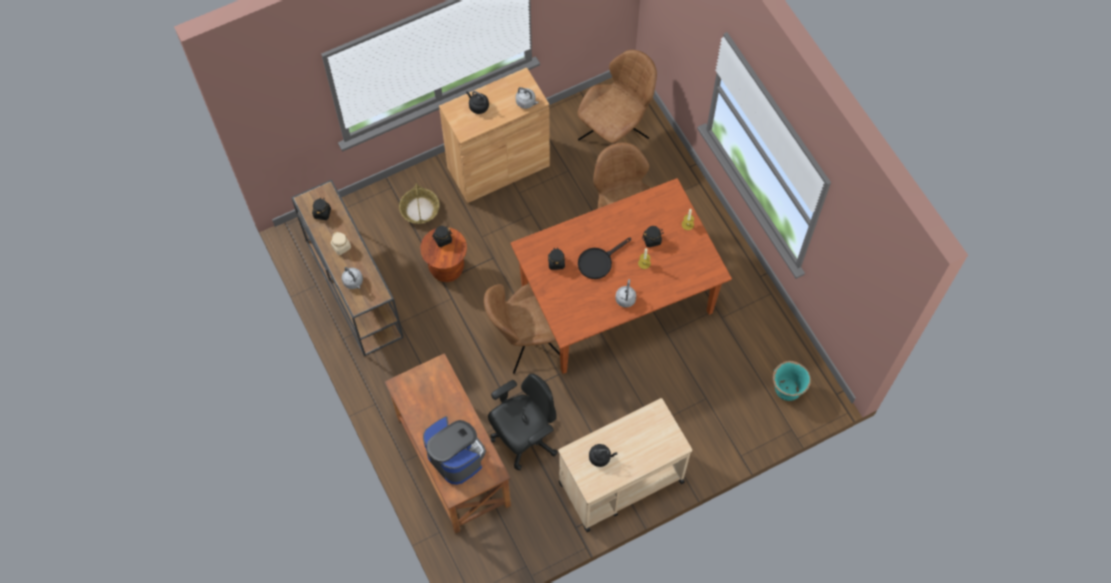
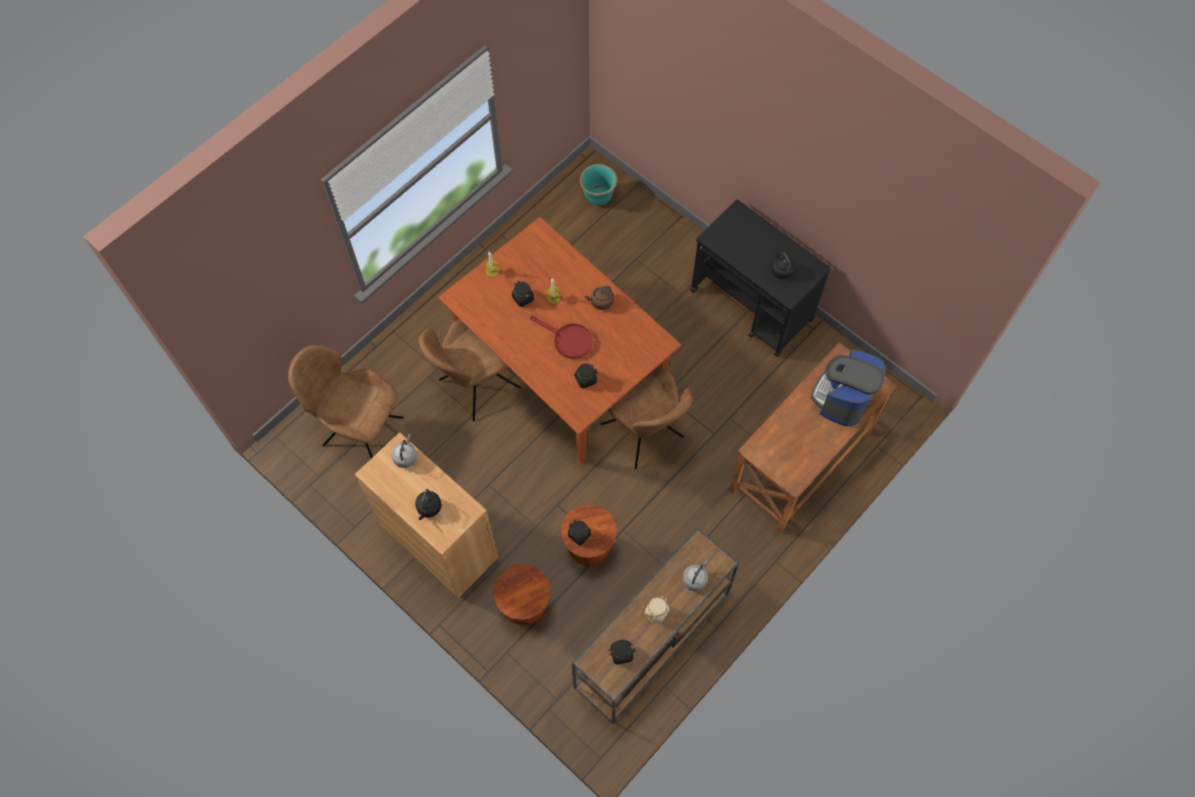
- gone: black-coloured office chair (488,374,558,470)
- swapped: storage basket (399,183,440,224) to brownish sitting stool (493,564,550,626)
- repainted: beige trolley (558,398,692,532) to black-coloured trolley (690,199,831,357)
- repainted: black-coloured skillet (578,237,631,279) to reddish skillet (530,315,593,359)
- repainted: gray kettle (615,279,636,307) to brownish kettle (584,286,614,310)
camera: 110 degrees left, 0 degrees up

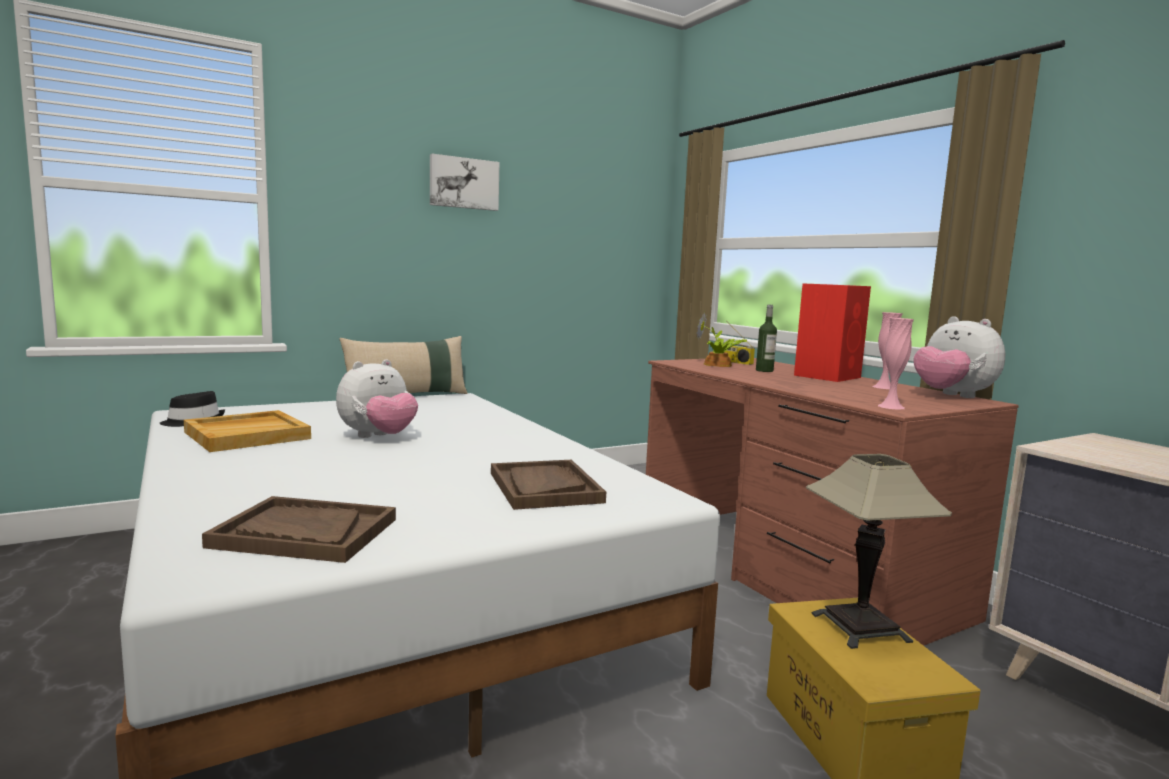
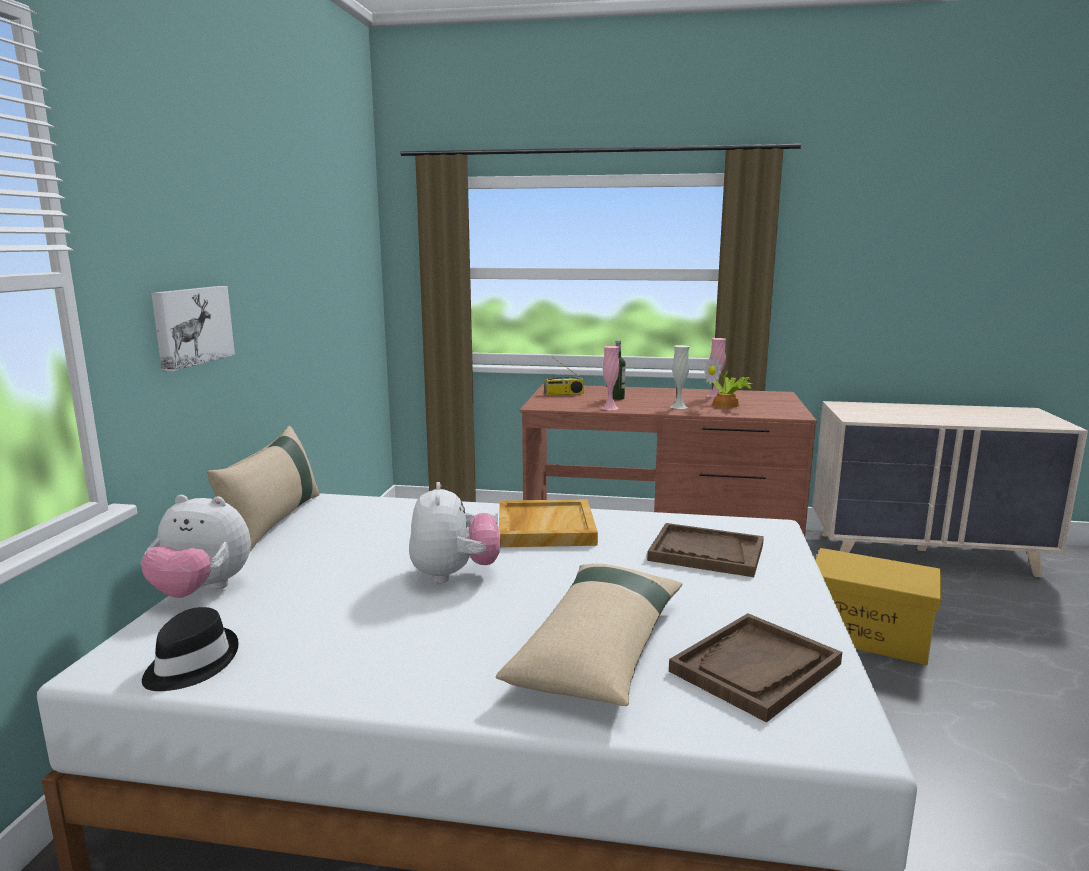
- gone: reddish speaker (794,283,871,382)
- gone: table lamp (806,454,952,649)
- new: beige throw pillow (496,564,682,706)
- new: white vase (670,345,690,409)
- shifted: beige serving tray (184,410,311,452) to (499,499,598,547)
- shifted: wall picture (430,154,500,211) to (151,286,235,372)
- shifted: plant in a pot (696,312,747,367) to (704,356,752,408)
- shifted: pink vase (878,318,914,410) to (601,346,619,410)
- shifted: plush toy (914,316,1005,398) to (141,495,251,598)
camera: 50 degrees left, 5 degrees up

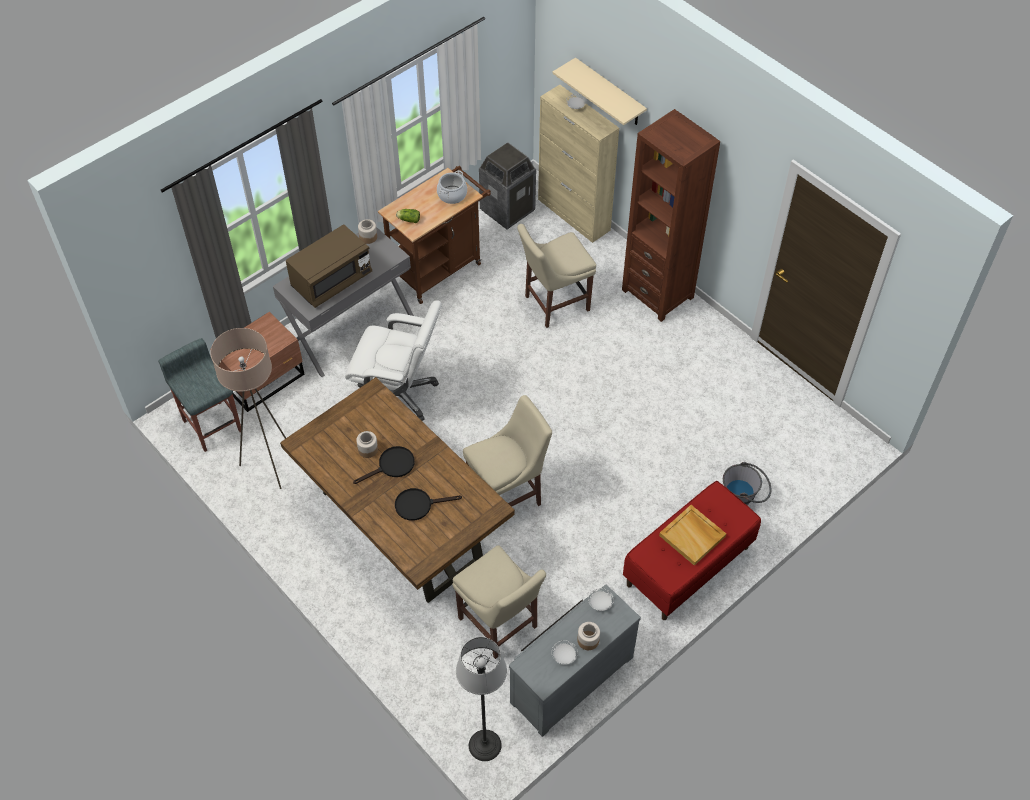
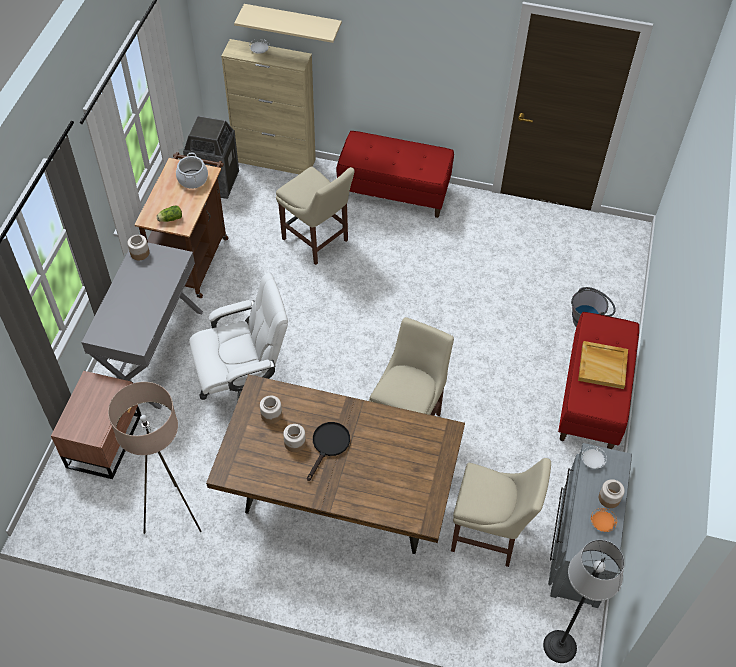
- gone: gray sitting stool (159,338,241,452)
- gone: brownish kitchen microwave (286,224,372,308)
- gone: black-coloured skillet (395,488,462,521)
- new: jar (260,396,282,424)
- swapped: brownish shelving unit (622,109,720,322) to reddish bench (337,131,454,218)
- repainted: white flat dish (552,640,578,665) to orangey flat dish (591,508,617,532)
- rotated: beige chair (517,224,596,328) = (276,166,355,265) 75 degrees counterclockwise
camera: 35 degrees left, 0 degrees up

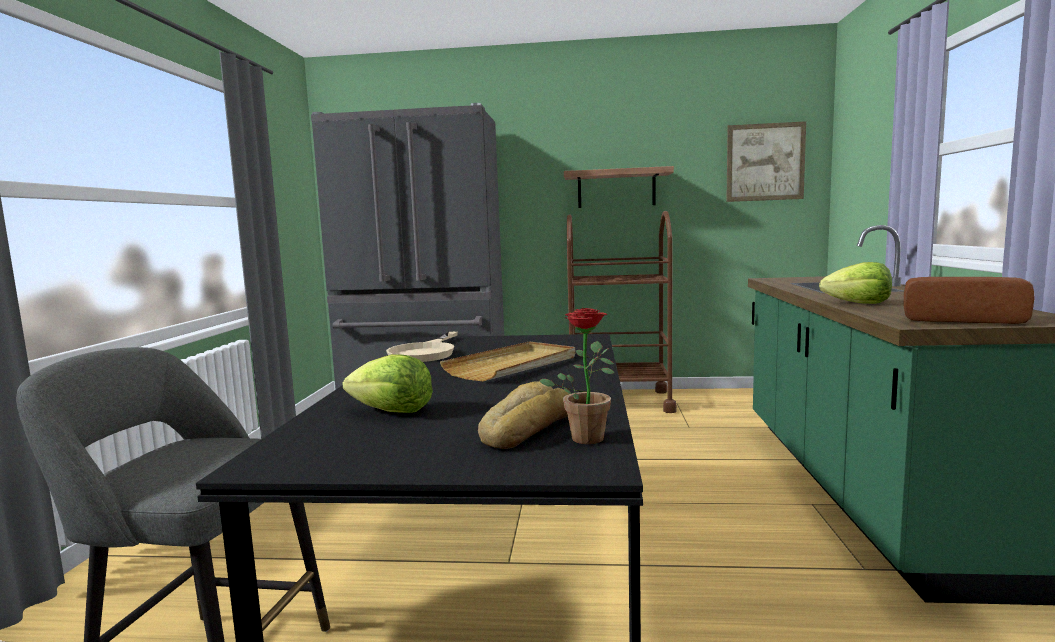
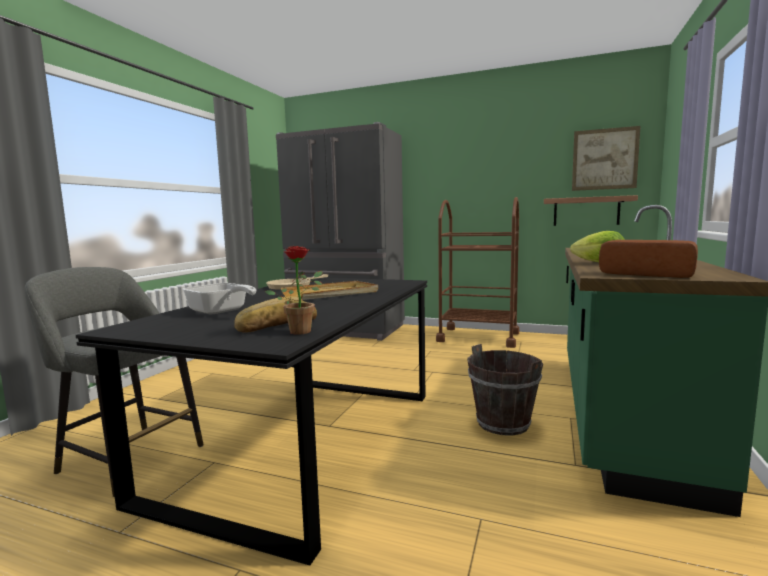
- new: brownish water bucket (467,344,543,436)
- shifted: wall shelf (564,166,674,208) to (544,195,638,226)
- swapped: lettuce head (343,354,433,413) to skillet (182,283,256,314)
camera: 15 degrees right, 0 degrees up

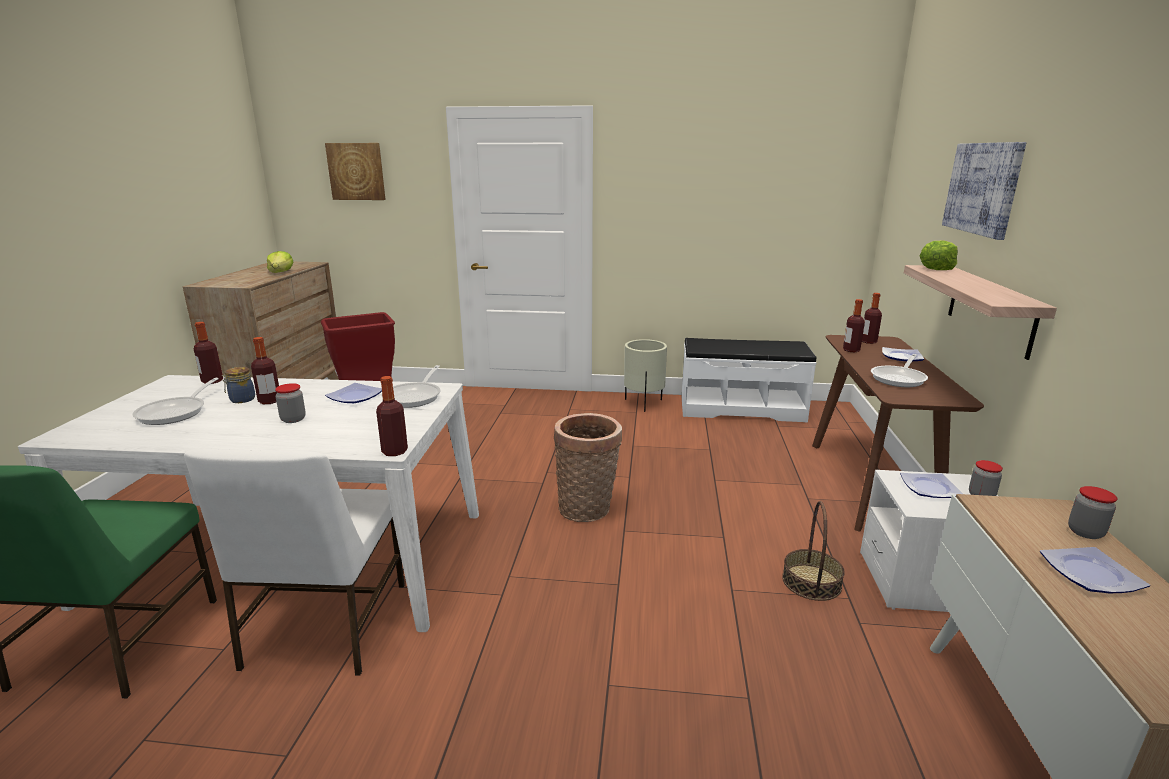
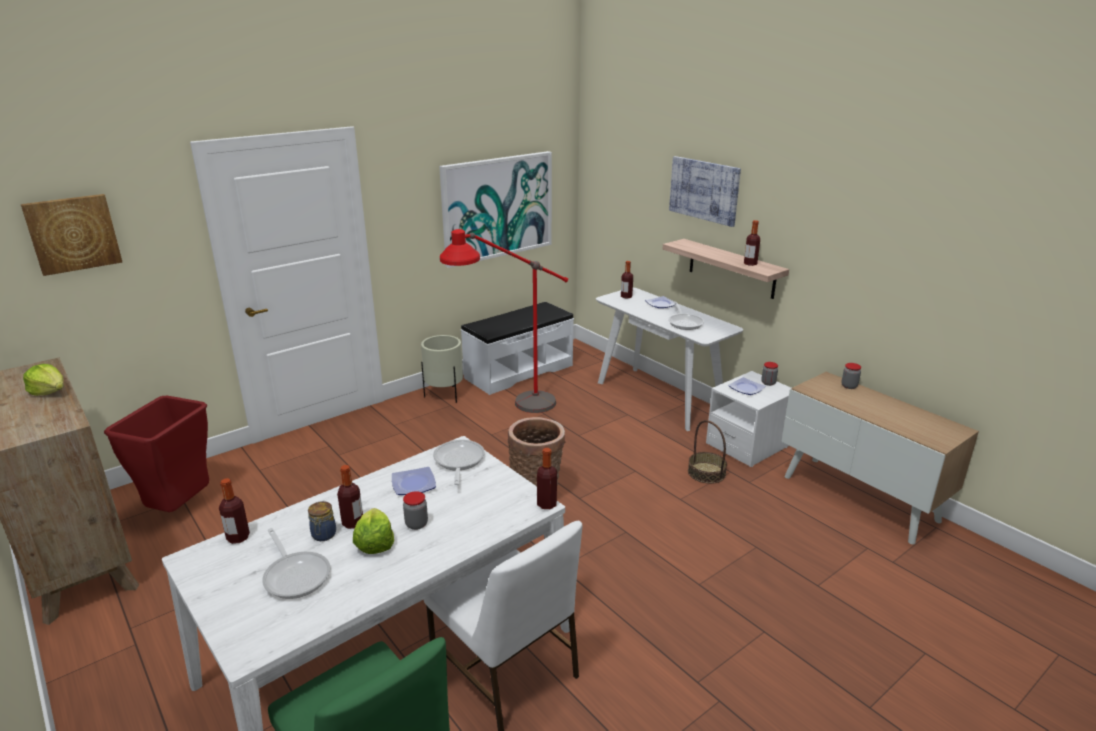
- gone: flat dish (1040,547,1150,593)
- new: wall picture (439,151,552,268)
- new: reddish standing lamp (440,229,568,413)
- shifted: beverage bottle (843,299,865,352) to (744,220,760,266)
- shifted: lettuce head (920,240,958,270) to (353,508,394,554)
- repainted: brownish hall table (812,335,984,532) to white hall table (596,288,743,431)
- rotated: skillet (381,365,441,408) = (433,440,485,485) 150 degrees counterclockwise
camera: 45 degrees left, 5 degrees up

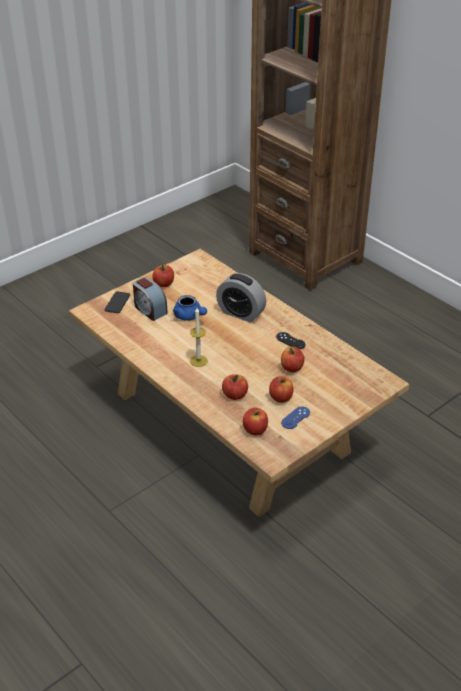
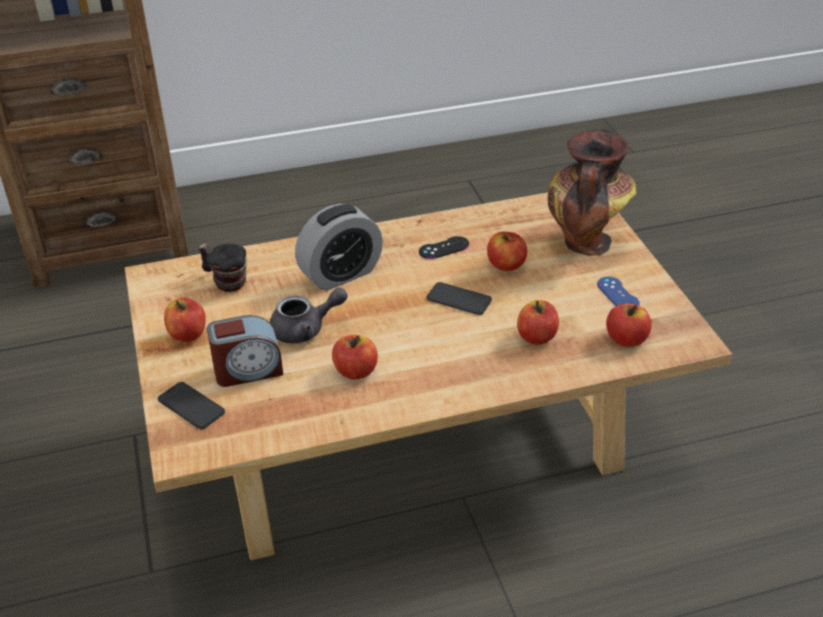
- gone: candle (190,308,208,367)
- new: mug (198,243,247,292)
- new: handset (427,282,492,315)
- new: vase (548,130,636,256)
- shifted: whole apple (269,376,293,403) to (332,335,378,379)
- repainted: blue-coloured pot for tea (173,295,207,321) to gray pot for tea (270,288,348,343)
camera: 65 degrees left, 0 degrees up

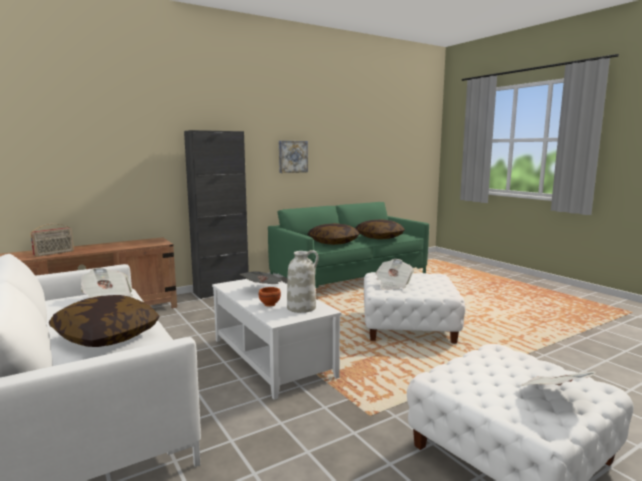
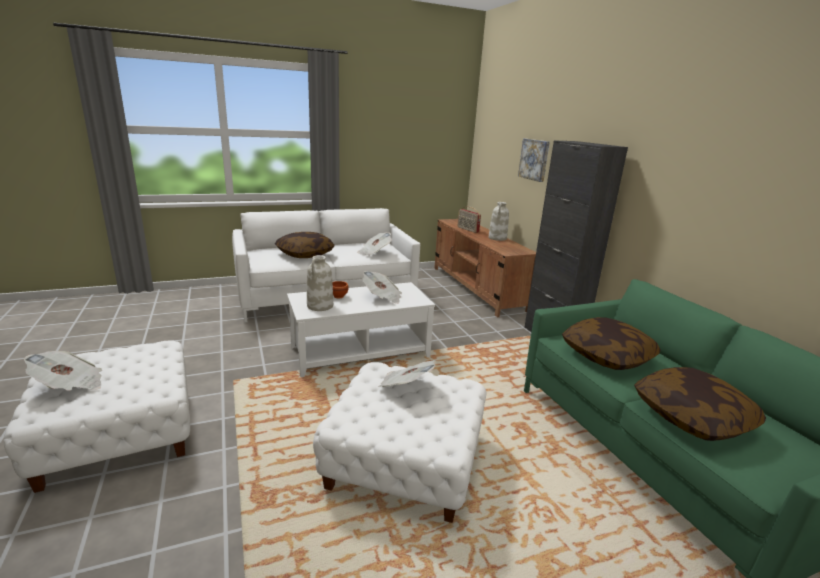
- new: white vase (489,202,509,241)
- shifted: wall picture (279,141,308,173) to (518,139,550,182)
camera: 100 degrees right, 10 degrees up

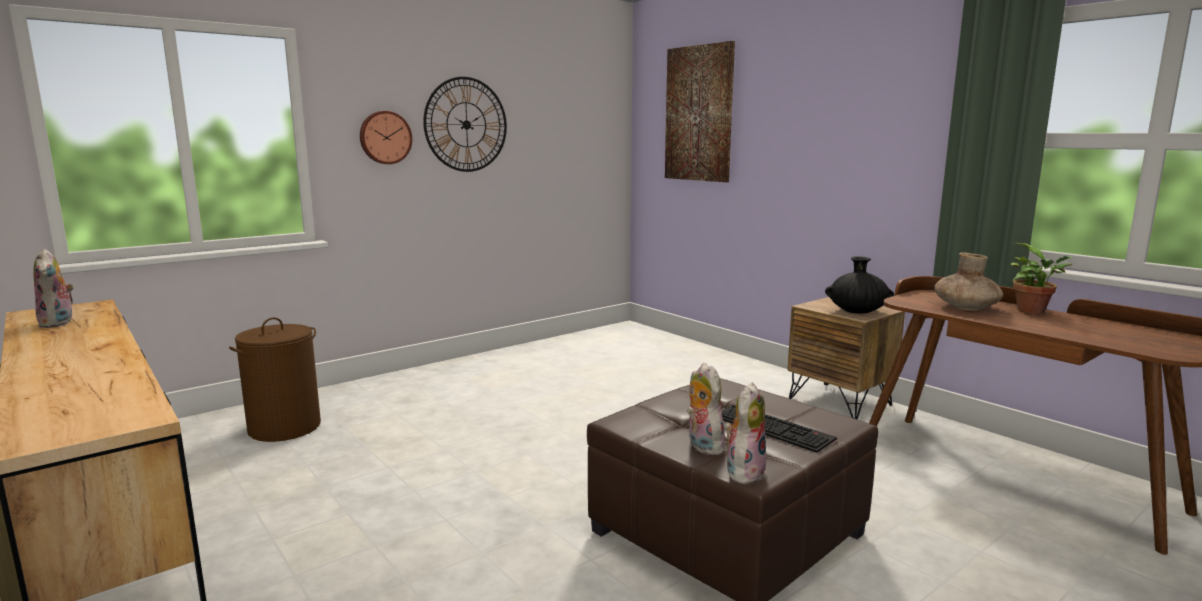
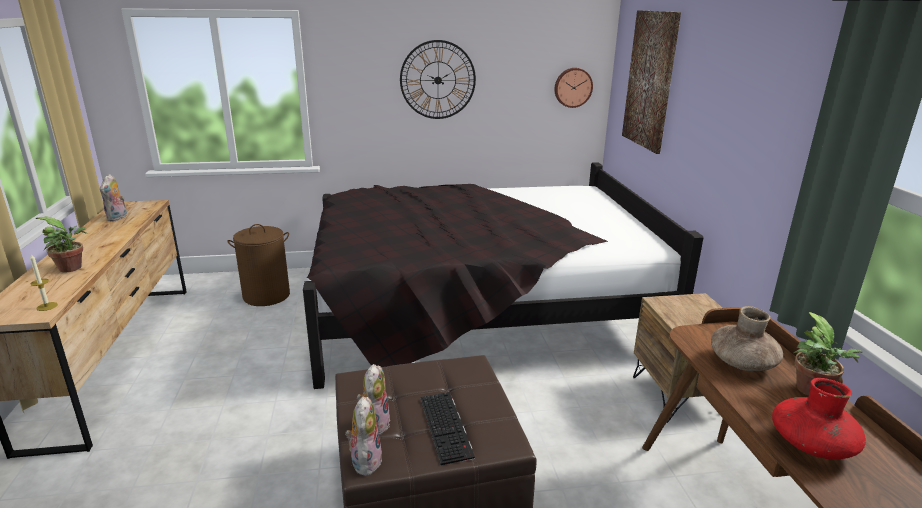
- gone: black-coloured vase (825,256,894,314)
- new: candle (30,254,58,311)
- new: plant in a pot (35,216,87,273)
- new: black-coloured sleeping bed (303,162,704,389)
- new: reddish vase (772,378,866,460)
- shifted: clock on the wall (360,111,412,164) to (554,68,593,108)
- rotated: plush toy (725,383,766,484) = (345,396,382,476) 60 degrees counterclockwise
camera: 30 degrees right, 10 degrees up

